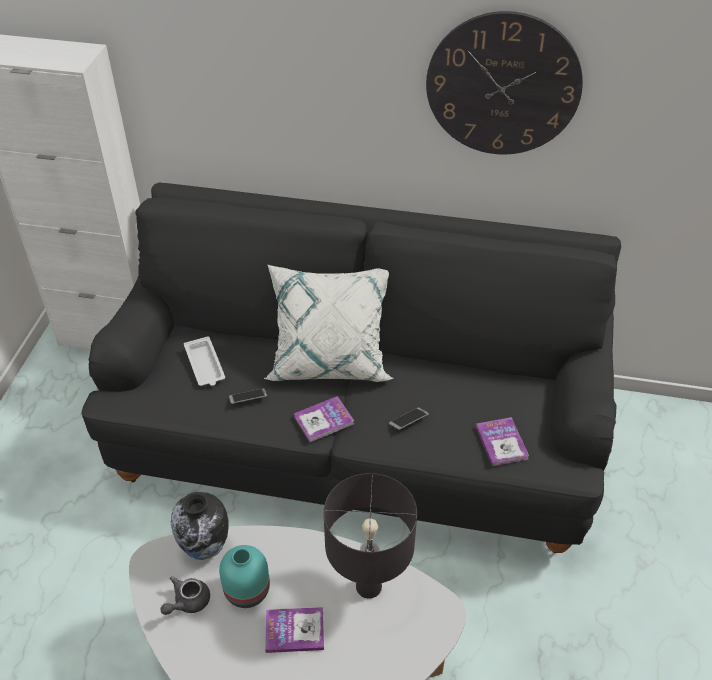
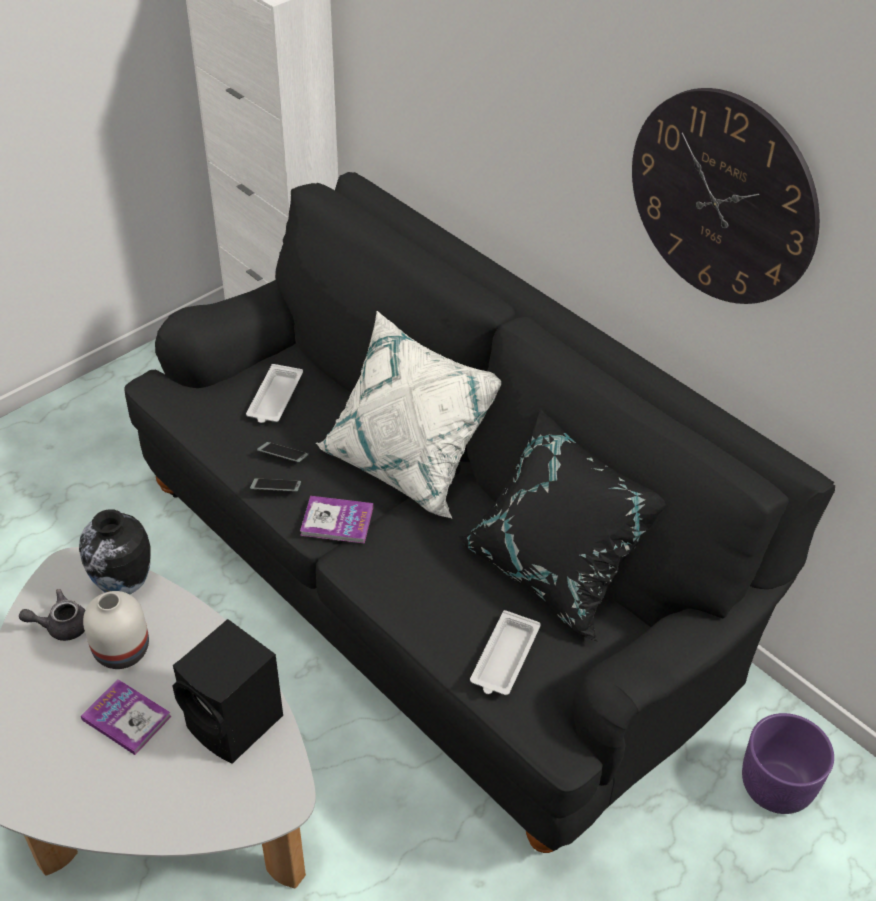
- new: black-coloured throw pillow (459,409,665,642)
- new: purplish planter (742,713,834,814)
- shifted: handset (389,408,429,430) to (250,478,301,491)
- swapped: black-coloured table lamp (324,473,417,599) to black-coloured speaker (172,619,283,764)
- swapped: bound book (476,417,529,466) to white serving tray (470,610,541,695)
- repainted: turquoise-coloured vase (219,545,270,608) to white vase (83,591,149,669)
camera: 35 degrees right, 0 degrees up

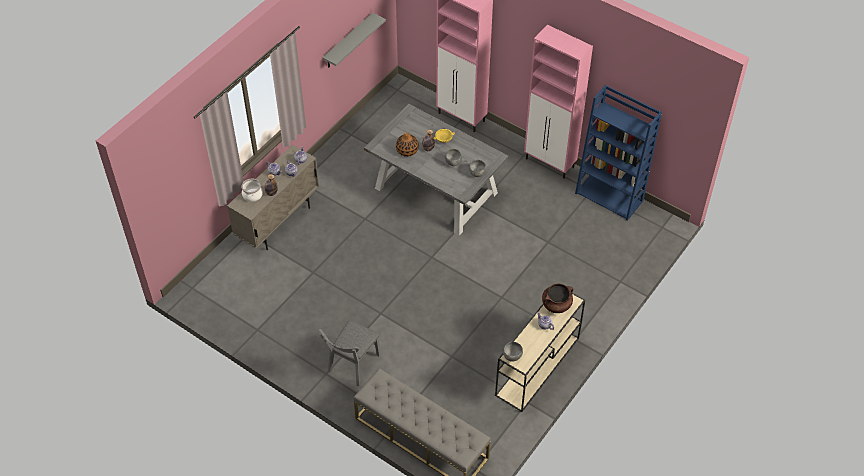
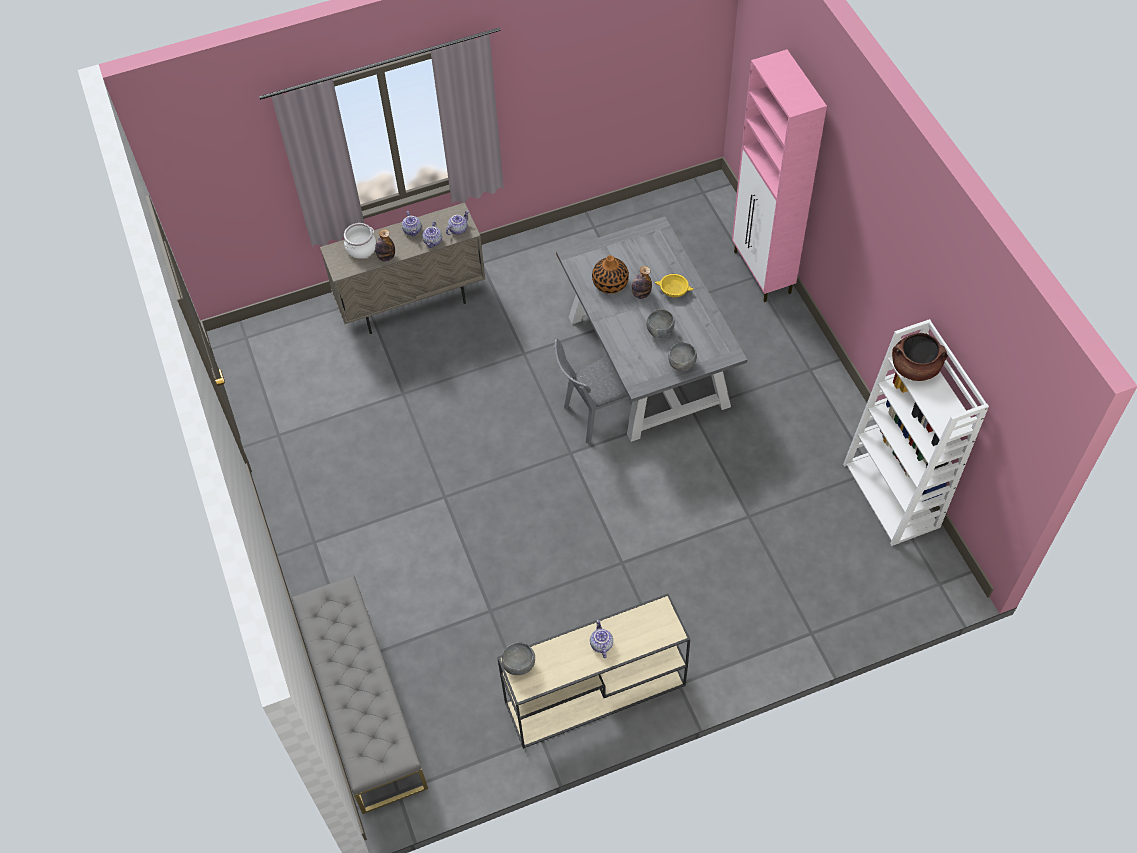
- gone: gray wall shelf (323,12,386,68)
- gone: pink cabinet (524,25,593,179)
- shifted: gray chair (319,320,381,386) to (554,339,629,444)
- shifted: brownish cooking pot (542,284,573,313) to (892,333,948,381)
- repainted: blue-coloured shelving unit (575,85,662,221) to white shelving unit (843,319,989,546)
camera: 35 degrees right, 5 degrees up

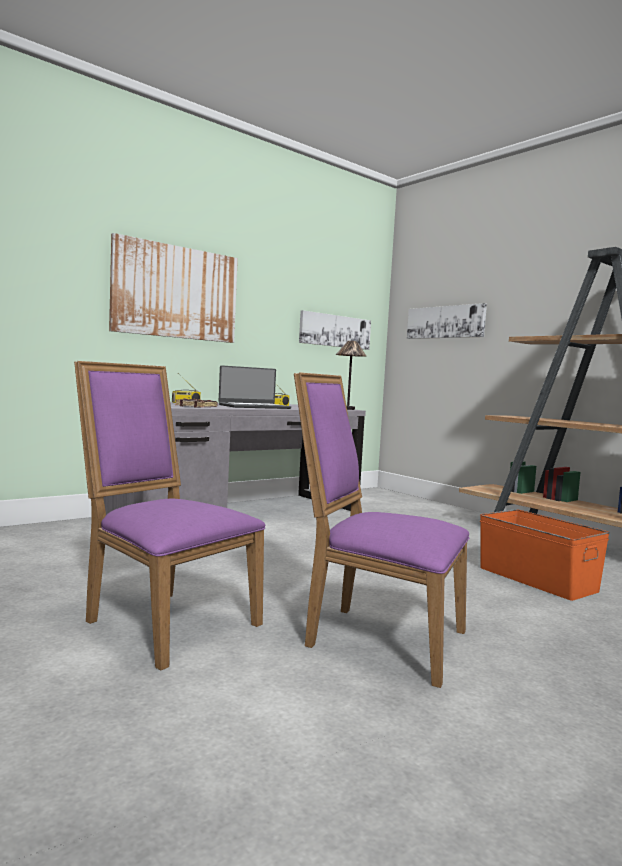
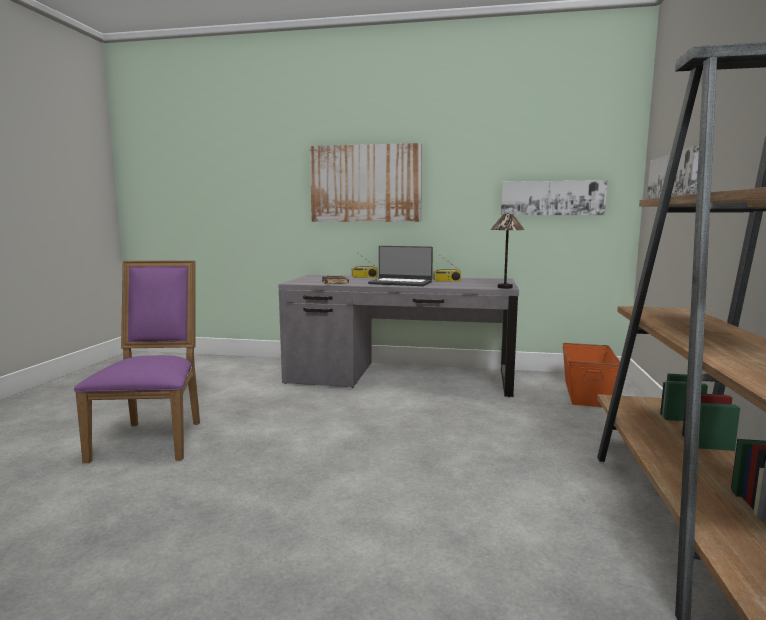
- gone: purplish chair (294,372,469,688)
- shifted: orangey storage box (480,509,610,601) to (562,343,620,407)
camera: 50 degrees right, 5 degrees up

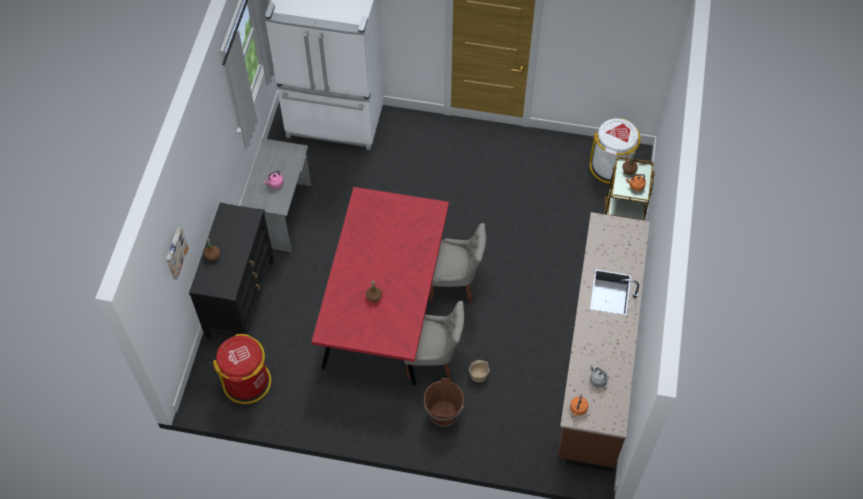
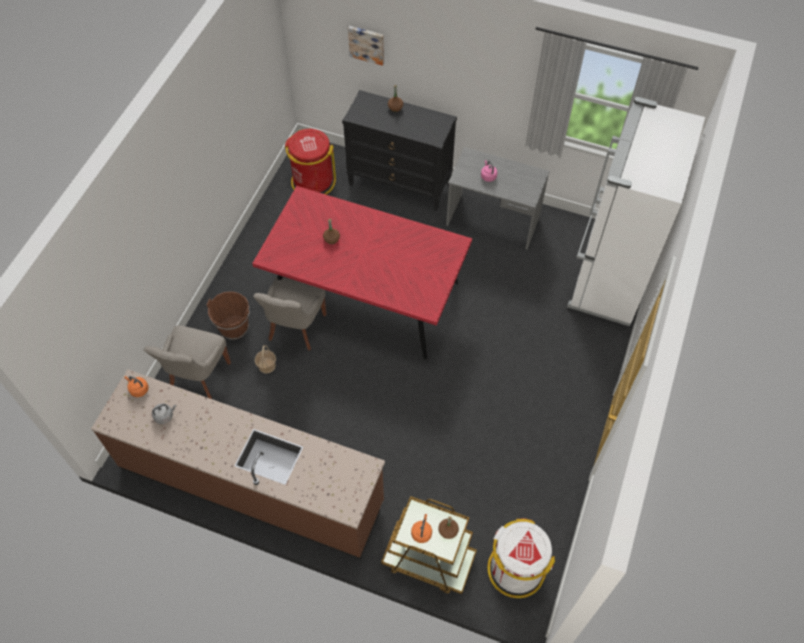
- shifted: gray chair (430,223,486,303) to (144,325,231,399)
camera: 100 degrees right, 0 degrees up

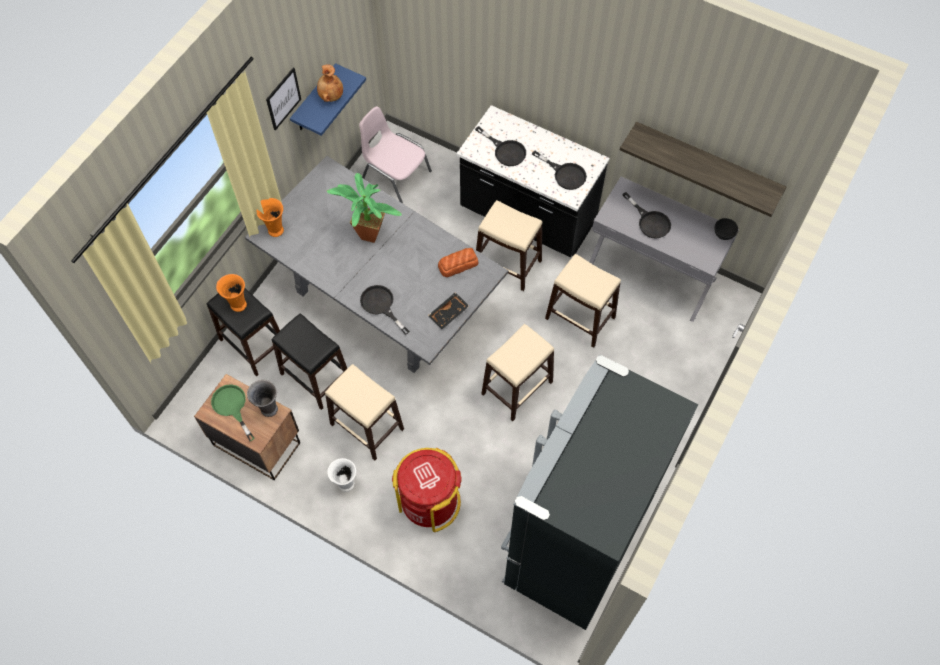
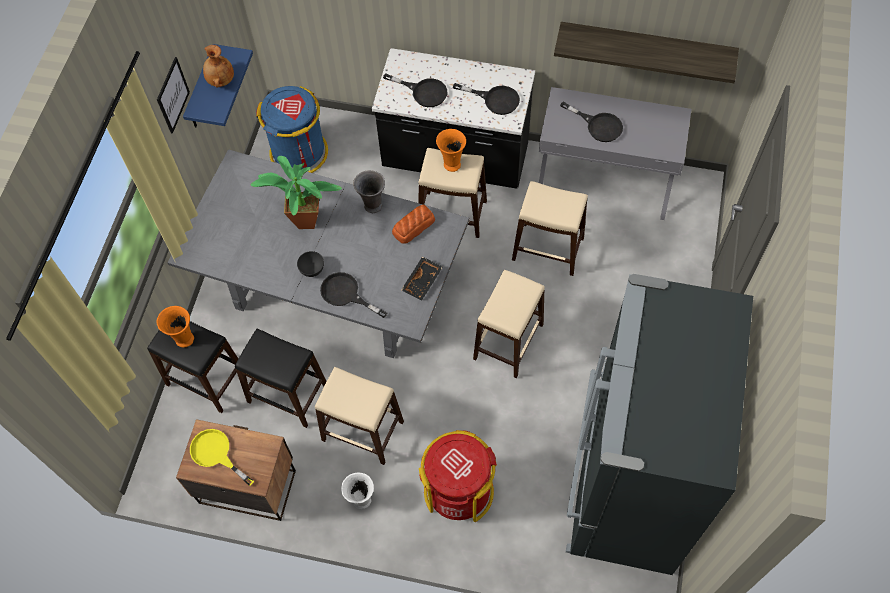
- shifted: gray vase (247,380,278,417) to (353,170,385,213)
- shifted: orangey vase (256,198,284,237) to (436,129,466,172)
- shifted: gray serving bowl (714,218,738,240) to (297,251,324,277)
- swapped: pink chair (359,106,432,203) to blue-coloured rubbish bin (256,86,328,173)
- repainted: green-coloured skillet (211,384,255,441) to yellowish skillet (190,429,254,486)
camera: 15 degrees left, 0 degrees up

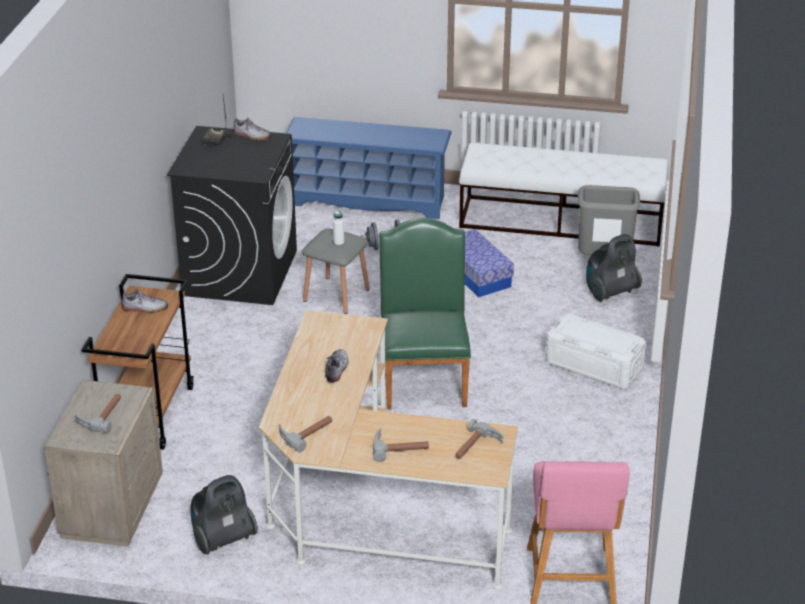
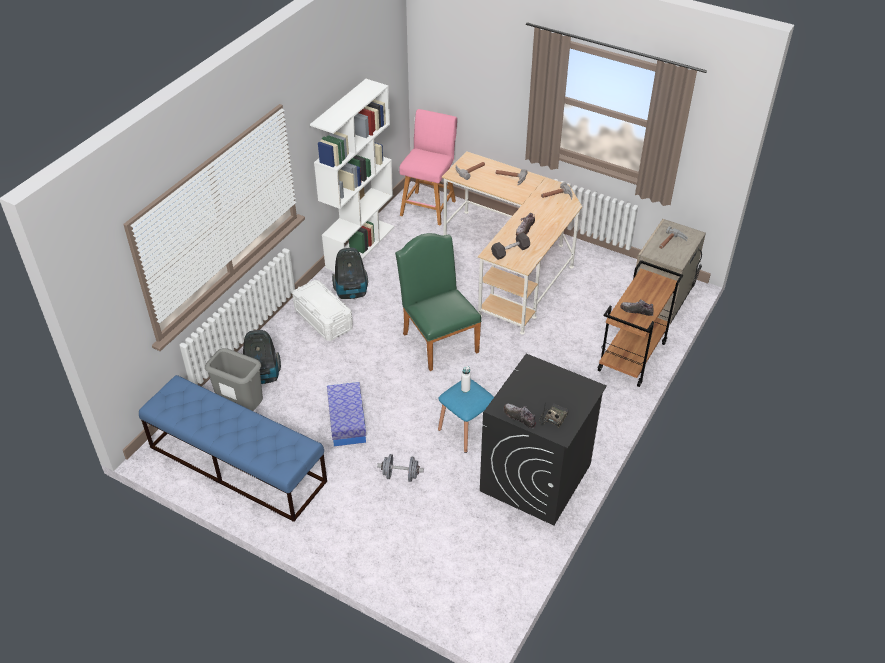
- gone: blue-coloured shoe stand (286,117,452,219)
- new: white shelving unit (310,79,394,272)
- new: black-coloured hand weight (491,232,530,260)
- shifted: vacuum (190,475,258,555) to (332,248,368,299)
- repainted: gray sitting stool (302,228,370,314) to blue-coloured sitting stool (438,379,494,453)
- repainted: white bench (459,143,669,247) to blue-coloured bench (139,375,327,522)
- rotated: green-coloured chair (379,218,471,410) = (395,233,482,371) 135 degrees clockwise
camera: 160 degrees left, 10 degrees up

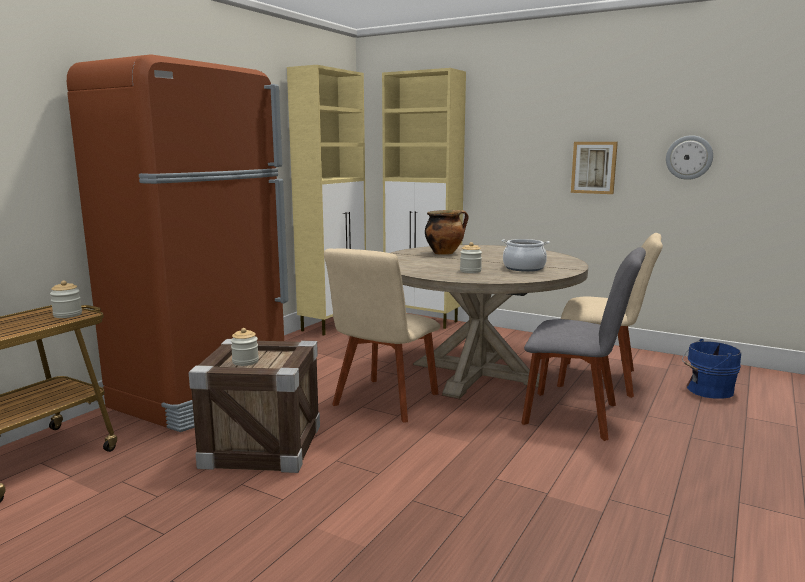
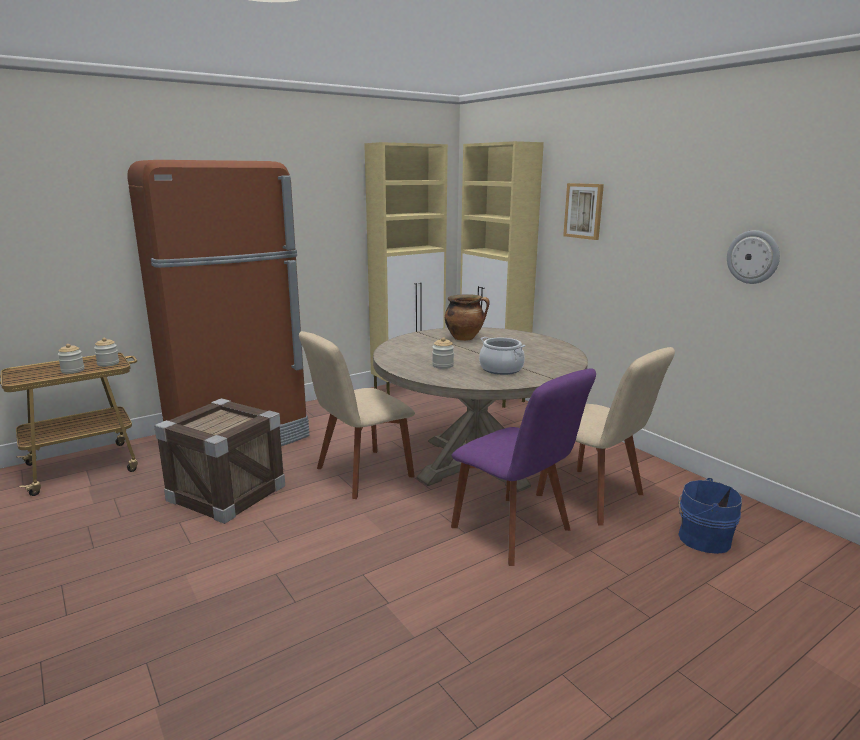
- shifted: jar (231,328,259,366) to (58,344,84,374)
- shifted: wall picture (571,142,618,194) to (563,183,604,240)
- repainted: gray chair (521,247,646,441) to purplish chair (451,368,596,566)
camera: 25 degrees right, 5 degrees up

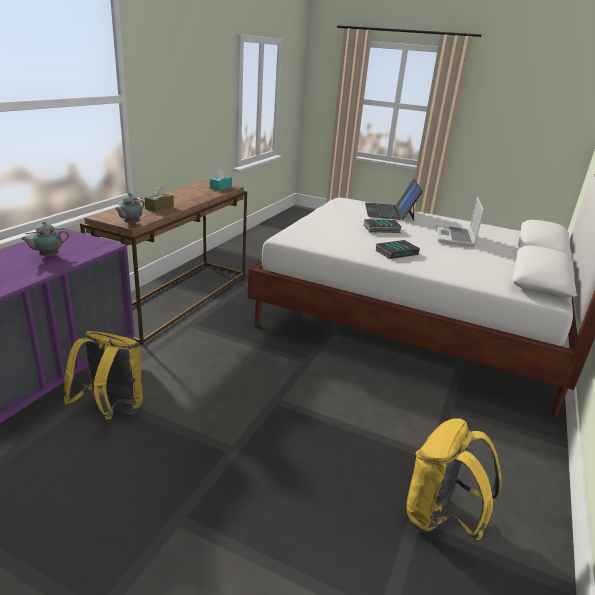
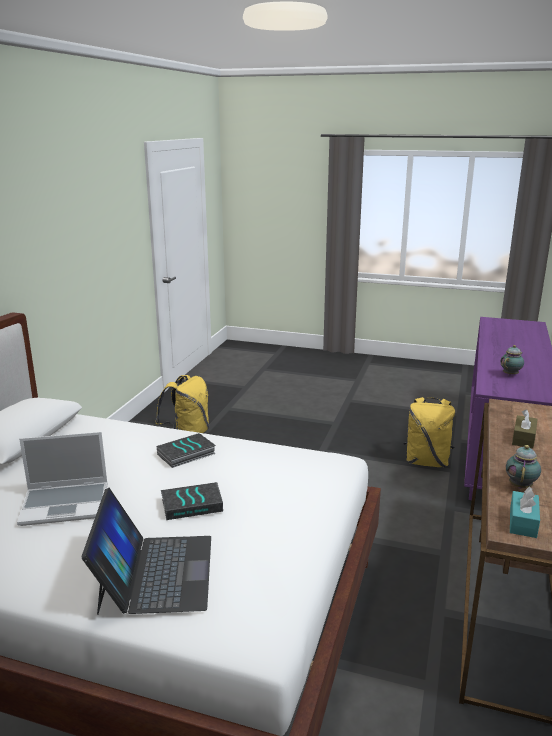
- shifted: pot for tea (115,193,145,225) to (506,445,541,489)
- rotated: portable computer (436,197,484,247) = (17,432,108,526) 75 degrees clockwise
camera: 175 degrees right, 5 degrees down

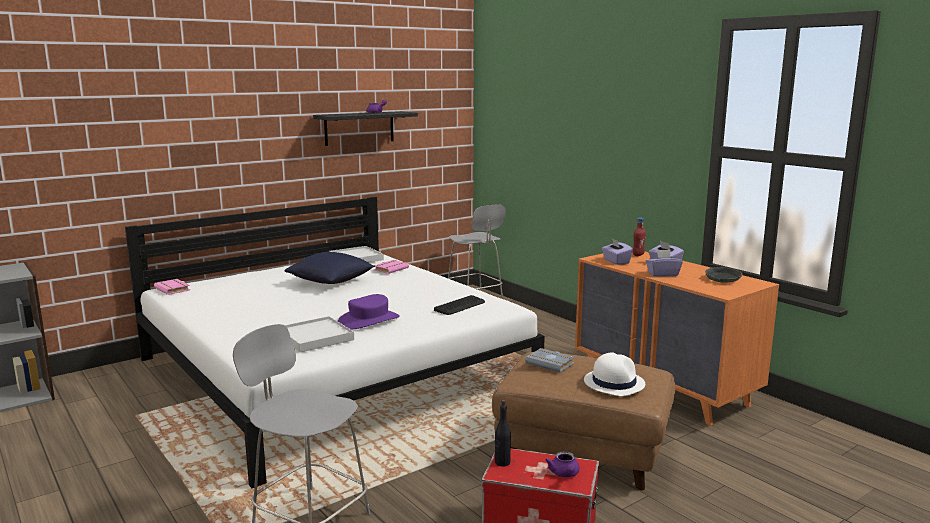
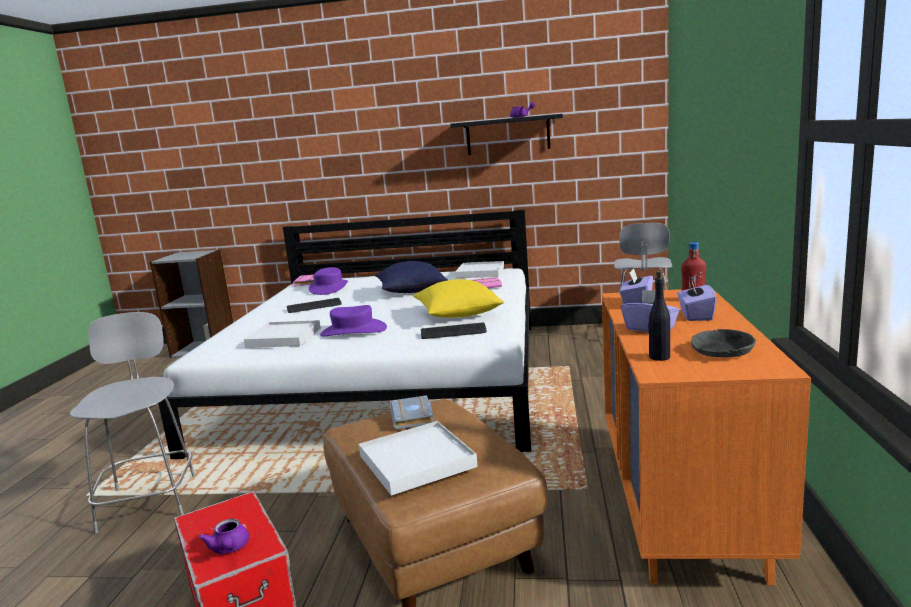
- new: computer keyboard (287,298,342,313)
- new: purplish wearable hat (309,267,348,295)
- new: yellowish throw pillow (413,279,504,318)
- shifted: black-coloured beverage bottle (495,400,511,466) to (648,271,670,361)
- swapped: white wearable hat (584,352,645,396) to white serving tray (359,421,478,496)
- rotated: purplish pot for tea (545,451,580,477) = (199,519,249,554) 60 degrees counterclockwise
camera: 45 degrees right, 0 degrees up

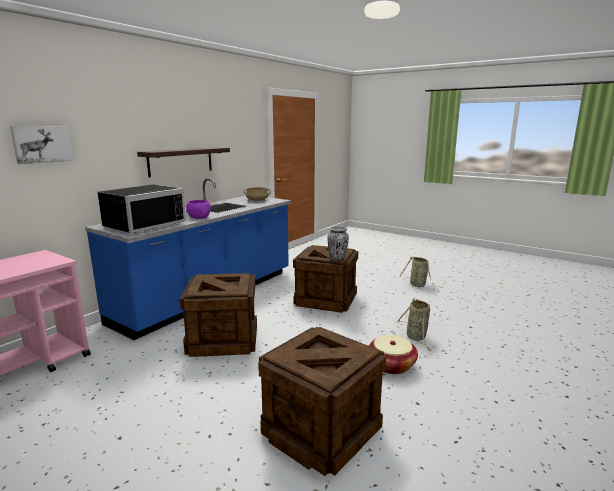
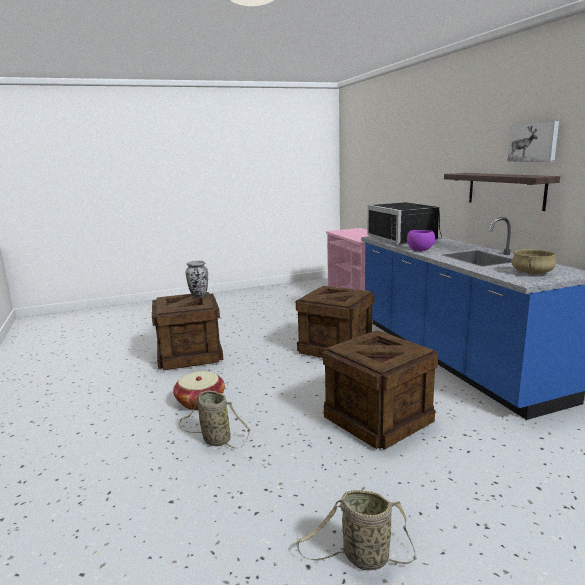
- shifted: wall picture (10,127,74,164) to (507,121,559,162)
- shifted: vase (327,226,349,261) to (186,261,208,297)
camera: 125 degrees right, 0 degrees up

